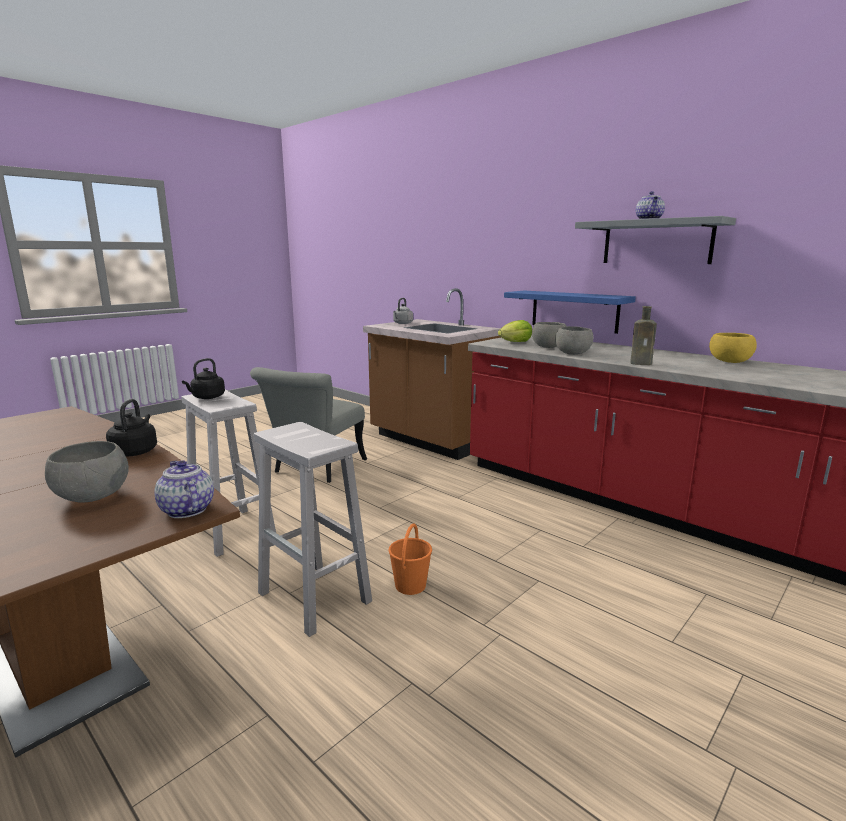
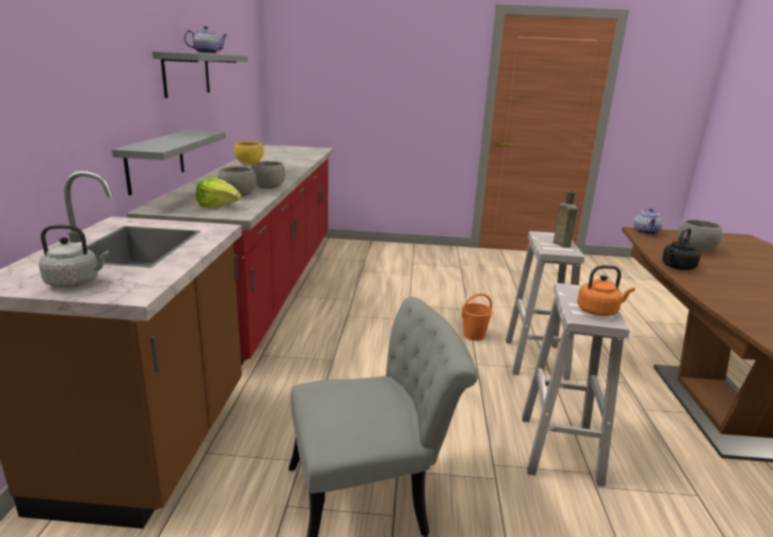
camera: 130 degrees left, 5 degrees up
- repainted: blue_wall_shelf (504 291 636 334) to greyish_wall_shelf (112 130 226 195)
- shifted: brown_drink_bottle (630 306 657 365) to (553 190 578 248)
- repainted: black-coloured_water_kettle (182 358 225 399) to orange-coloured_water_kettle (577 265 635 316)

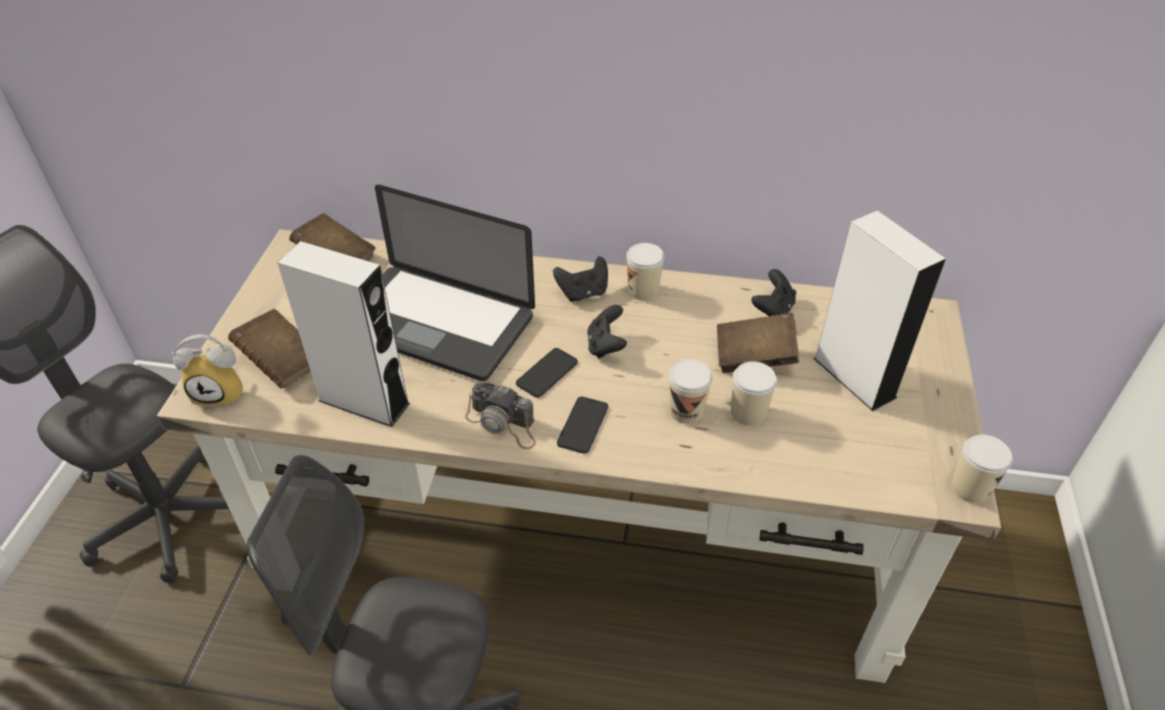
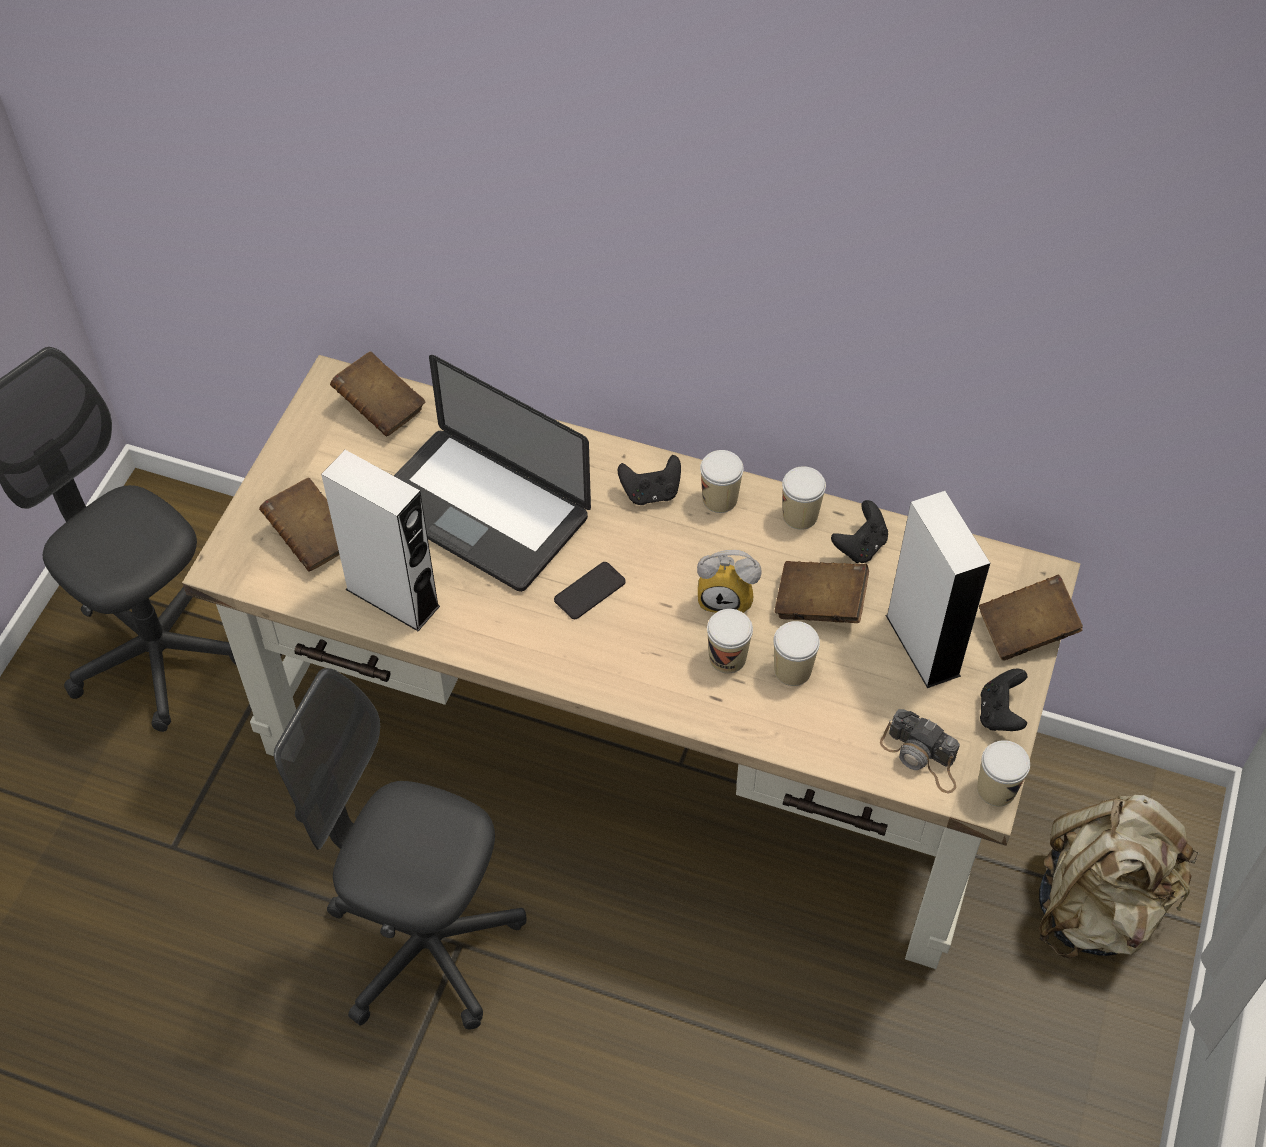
camera: 10 degrees right, 10 degrees up
- shifted: black-coloured_game_controller (587 305 627 358) to (980 669 1027 731)
- shifted: table_clock (172 334 244 406) to (697 550 761 613)
- shifted: photo_camera (465 382 536 449) to (880 709 960 793)
- gone: handset (557 397 608 454)
- new: drinking_cup (782 466 826 530)
- new: brown_volume (979 574 1083 661)
- new: beige_knapsack (1039 795 1199 958)

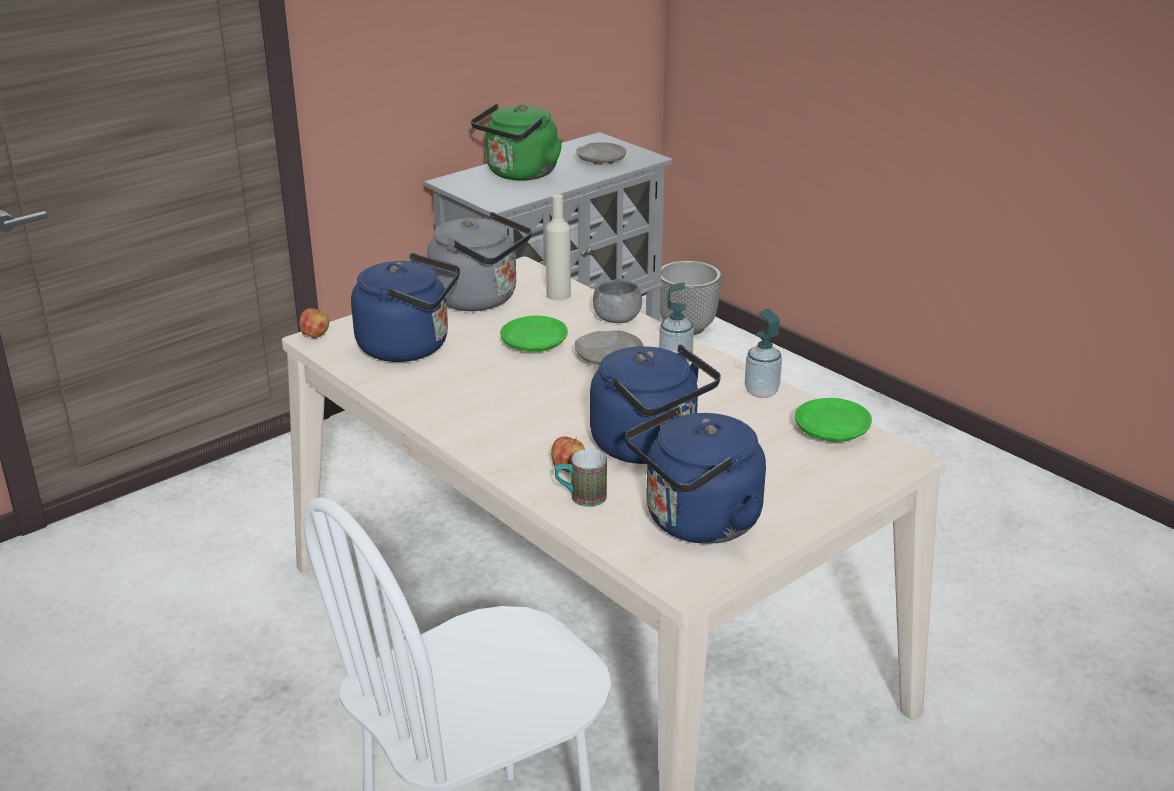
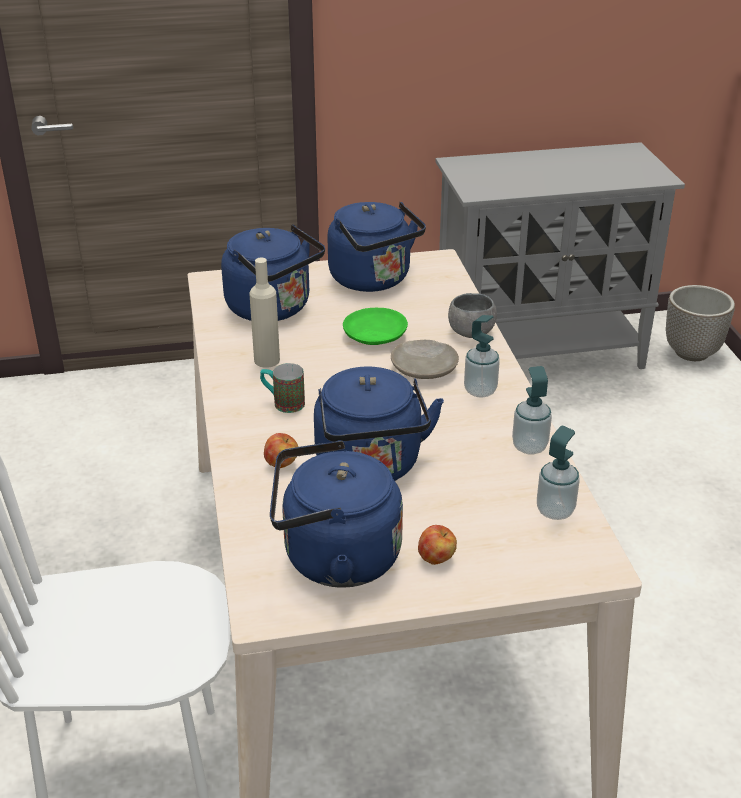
camera: 30 degrees right, 5 degrees up
- gone: green-coloured_water_kettle (471 103 563 181)
- gone: beige_flat_dish (576 142 626 165)
- shifted: beige_drink_bottle (546 194 571 301) to (249 258 280 368)
- repainted: greyish_water_kettle (427 212 532 311) to blue_water_kettle (327 202 426 292)
- shifted: whole_apple (299 308 329 338) to (418 525 457 565)
- swapped: green-coloured_flat_dish (795 398 872 442) to liquid_soap_bottle (537 426 580 520)
- shifted: mug (555 449 607 507) to (260 363 305 413)

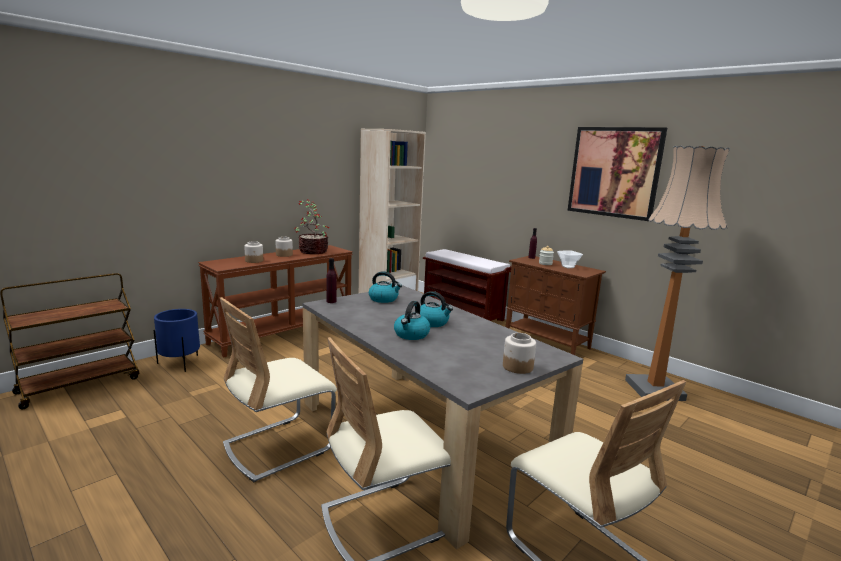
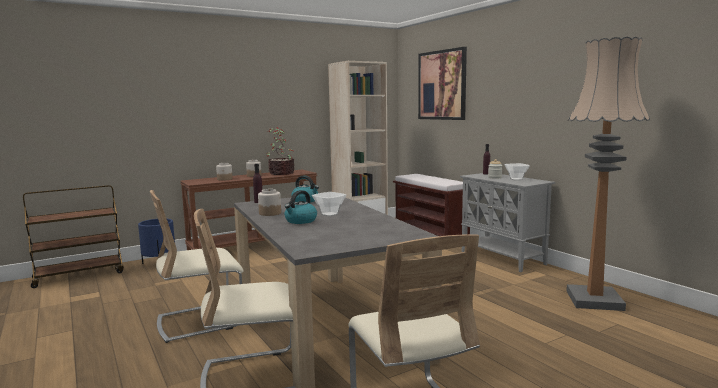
camera: 15 degrees right, 5 degrees down
- shifted: picture (567 127 667 221) to (418 47 467 120)
- repainted: brown_cupboard (506 256 606 355) to greyish_cupboard (460 173 555 272)
- swapped: water_kettle (420 291 453 327) to bowl (312 192 346 217)
- shifted: jar (503 333 536 374) to (258 189 281 216)

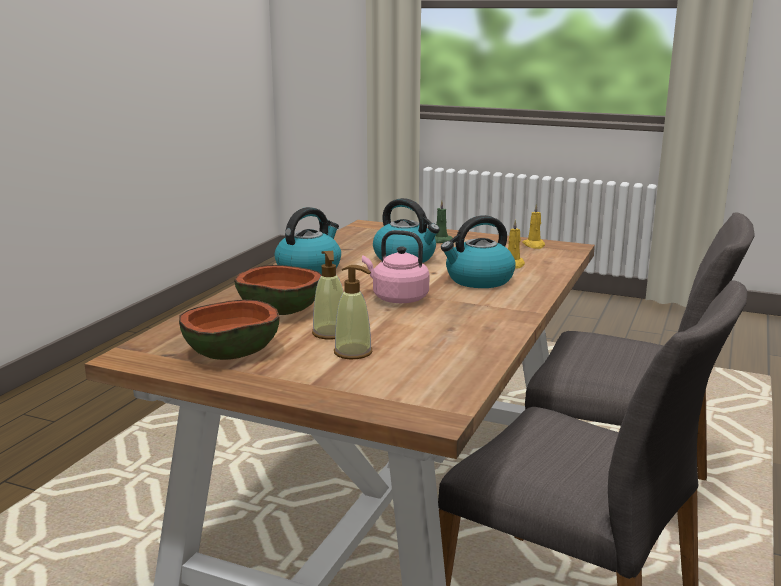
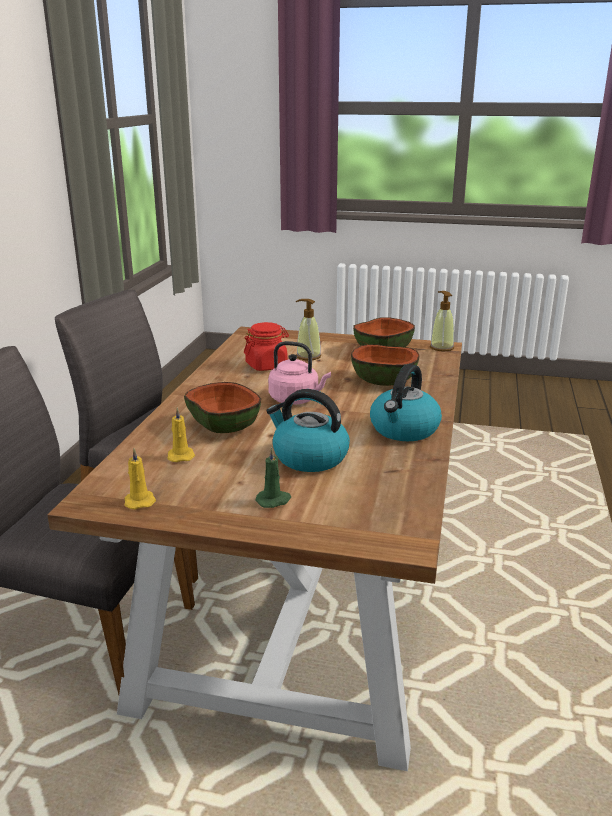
camera: 170 degrees right, 5 degrees up
- swapped: water_kettle (441 215 516 288) to bowl (184 382 261 433)
- shifted: liquid_soap_bottle (312 251 343 340) to (430 291 454 352)
- new: red_jar (244 322 289 371)

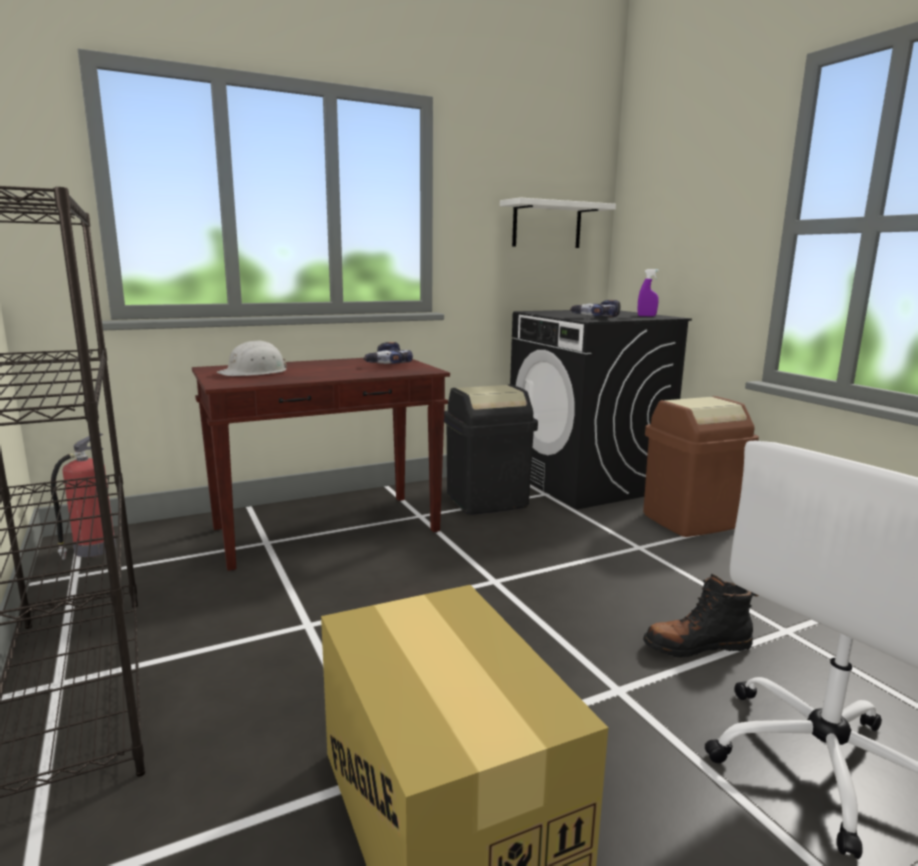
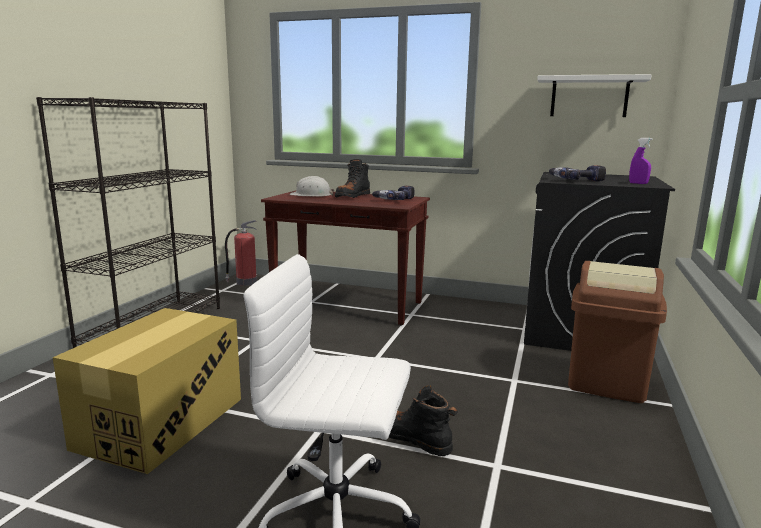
camera: 45 degrees right, 0 degrees up
- gone: black-coloured_rubbish_bin (444 385 538 515)
- new: black-coloured_high-top_boot (335 159 370 198)

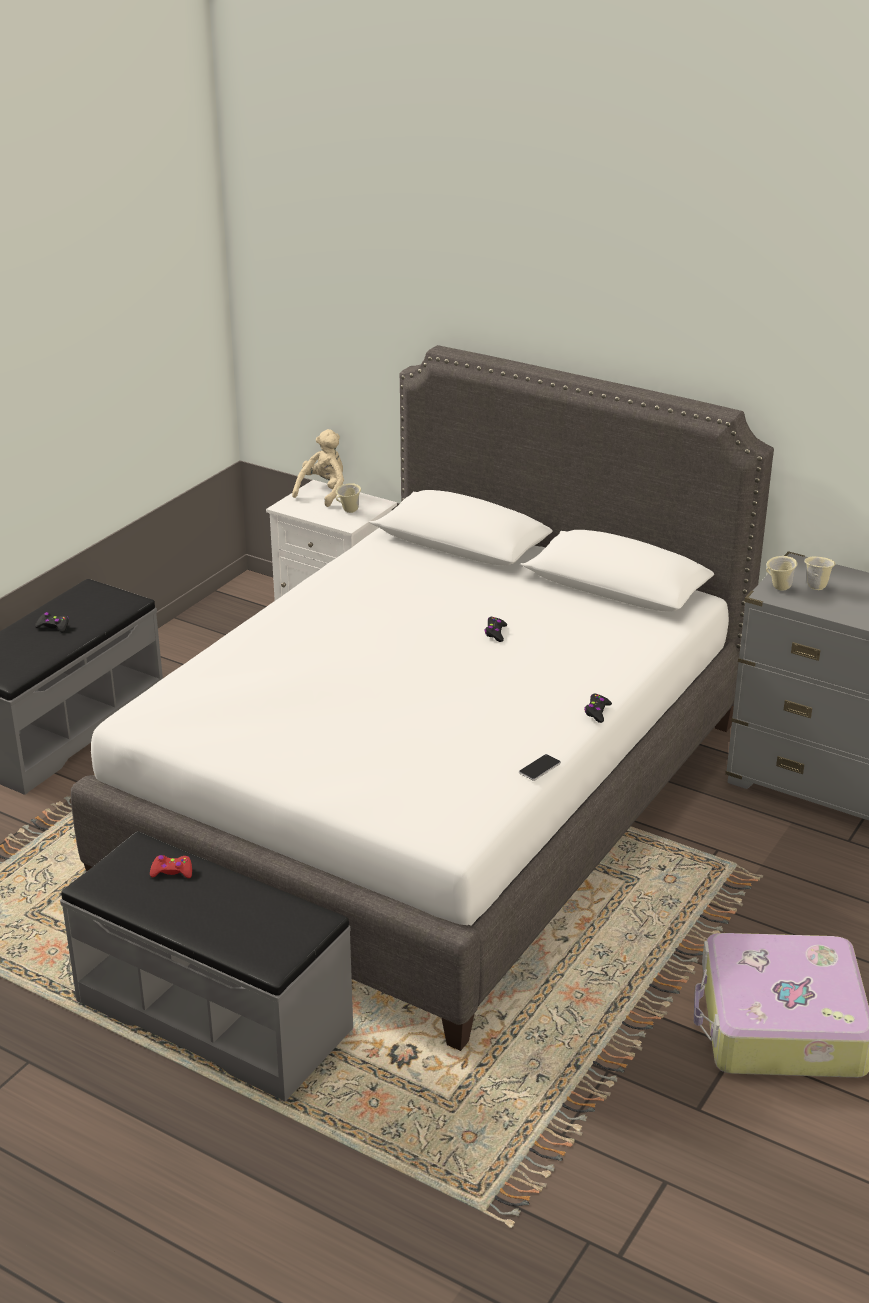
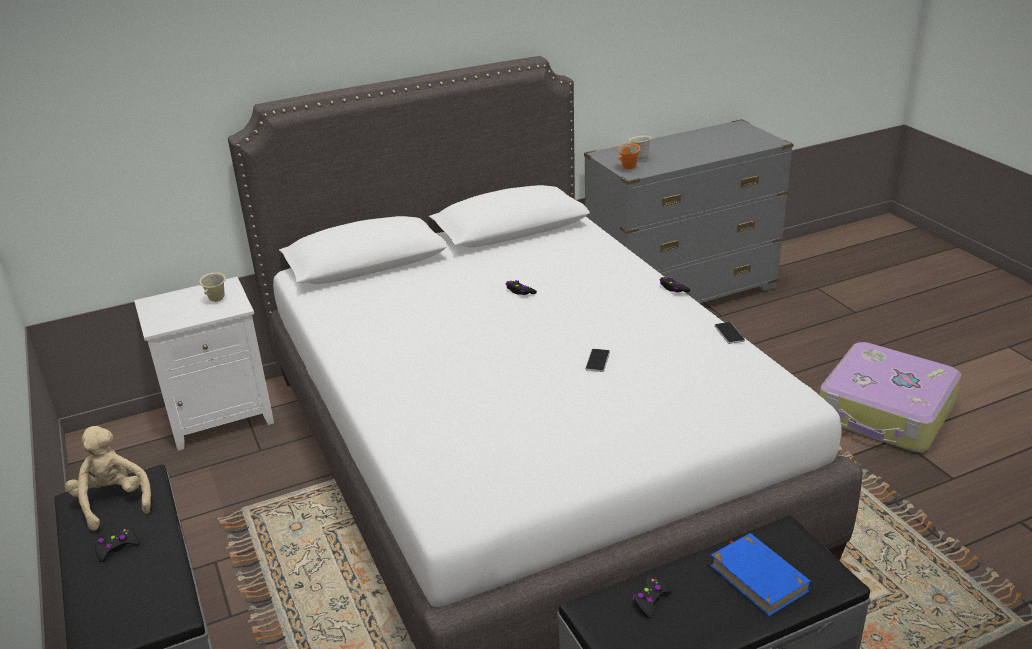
camera: 55 degrees left, 0 degrees up
- shifted: beige_plush_toy (292 429 344 507) to (65 426 151 531)
- repainted: beige_mug (766 556 798 591) to orange-coloured_mug (617 143 641 170)
- repainted: red_game_controller (150 855 192 878) to black-coloured_game_controller (633 577 672 618)
- new: handset (585 349 610 372)
- new: blue_volume (710 533 811 616)

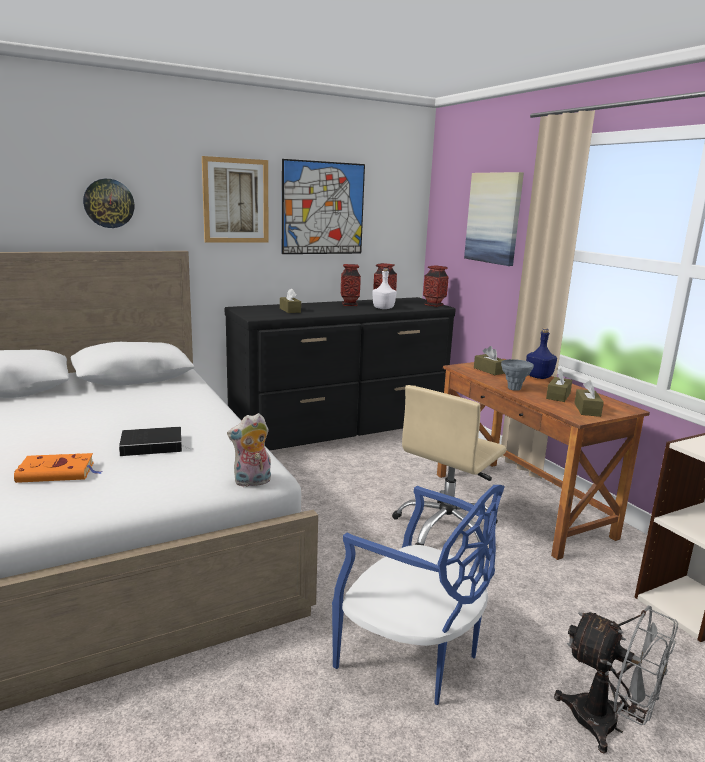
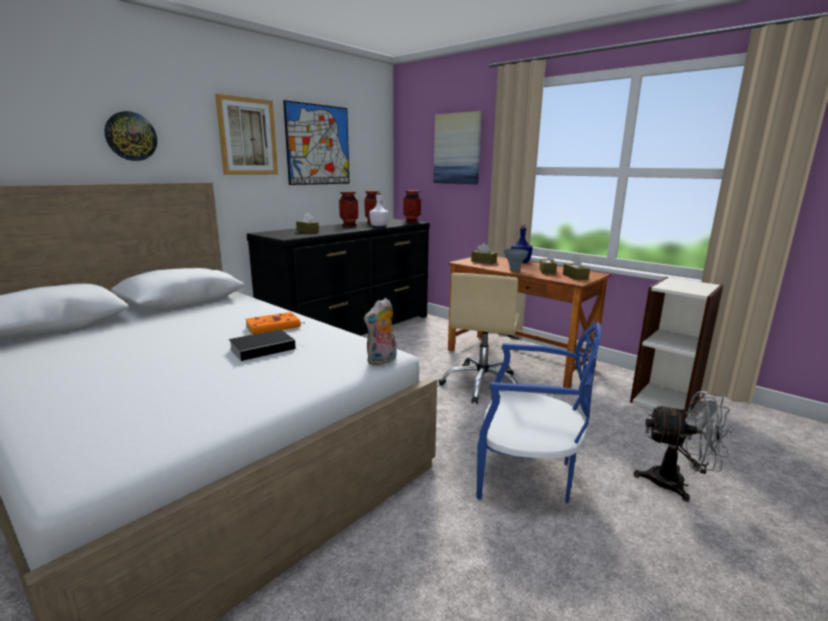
camera: 20 degrees left, 0 degrees up
- shifted: orange-coloured_volume (14 453 103 483) to (245 312 305 334)

